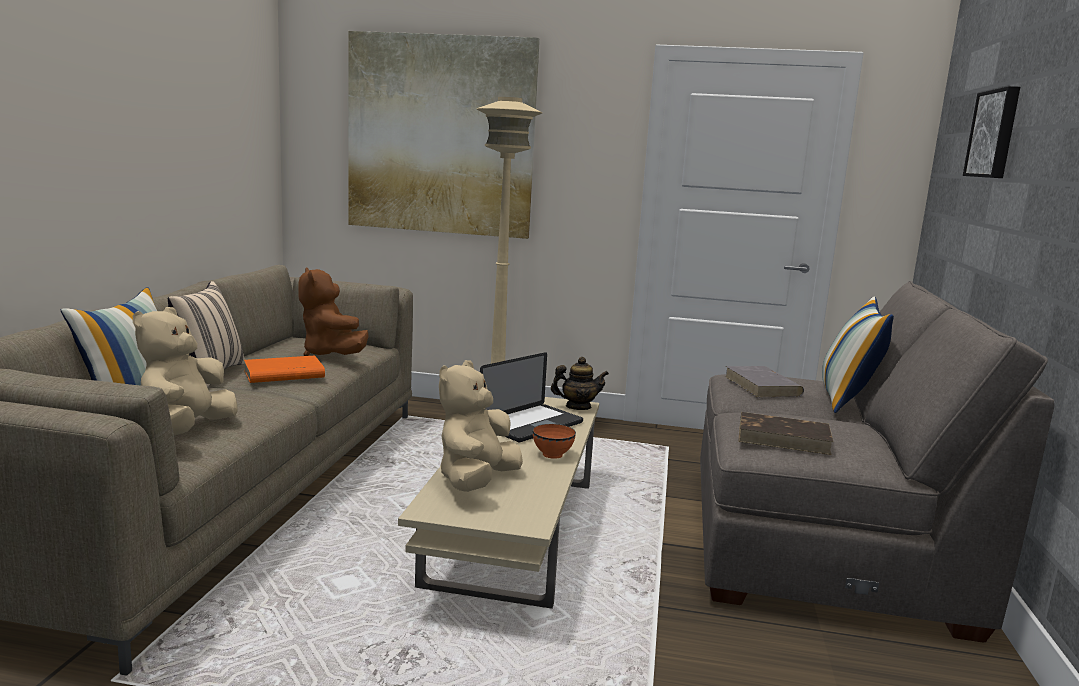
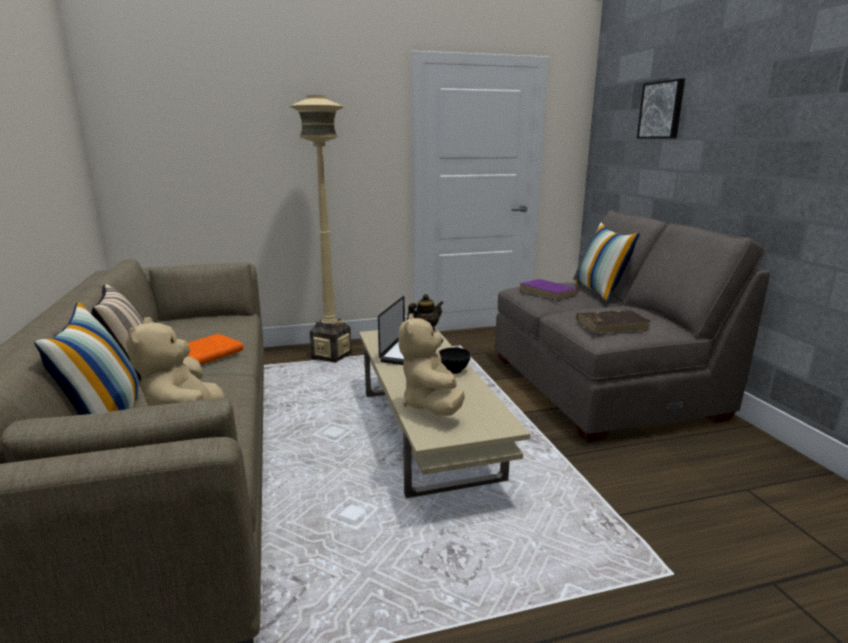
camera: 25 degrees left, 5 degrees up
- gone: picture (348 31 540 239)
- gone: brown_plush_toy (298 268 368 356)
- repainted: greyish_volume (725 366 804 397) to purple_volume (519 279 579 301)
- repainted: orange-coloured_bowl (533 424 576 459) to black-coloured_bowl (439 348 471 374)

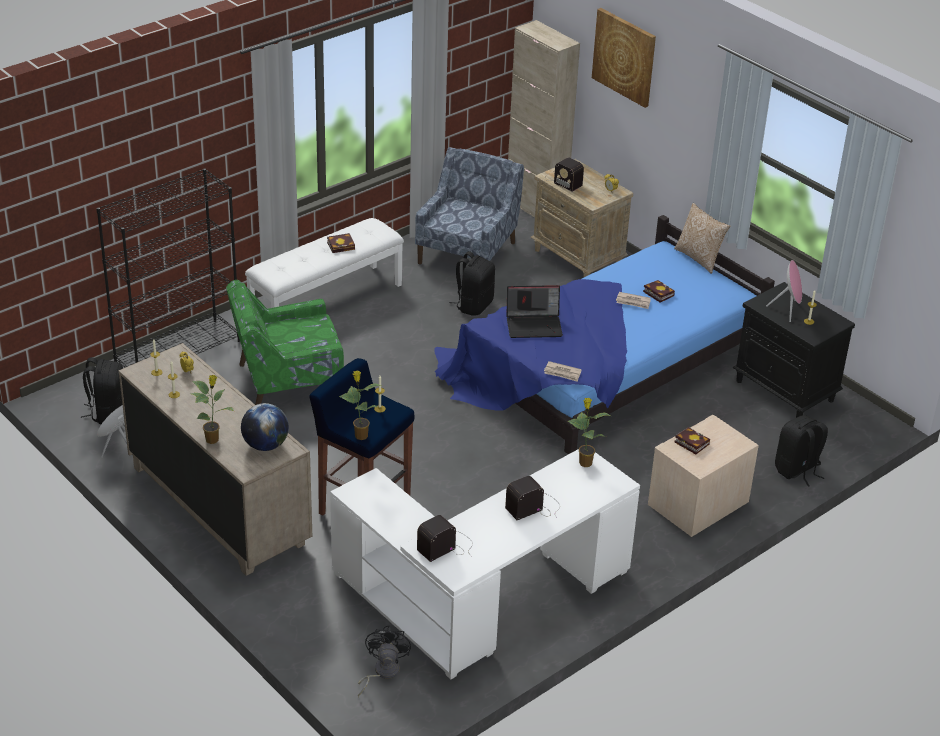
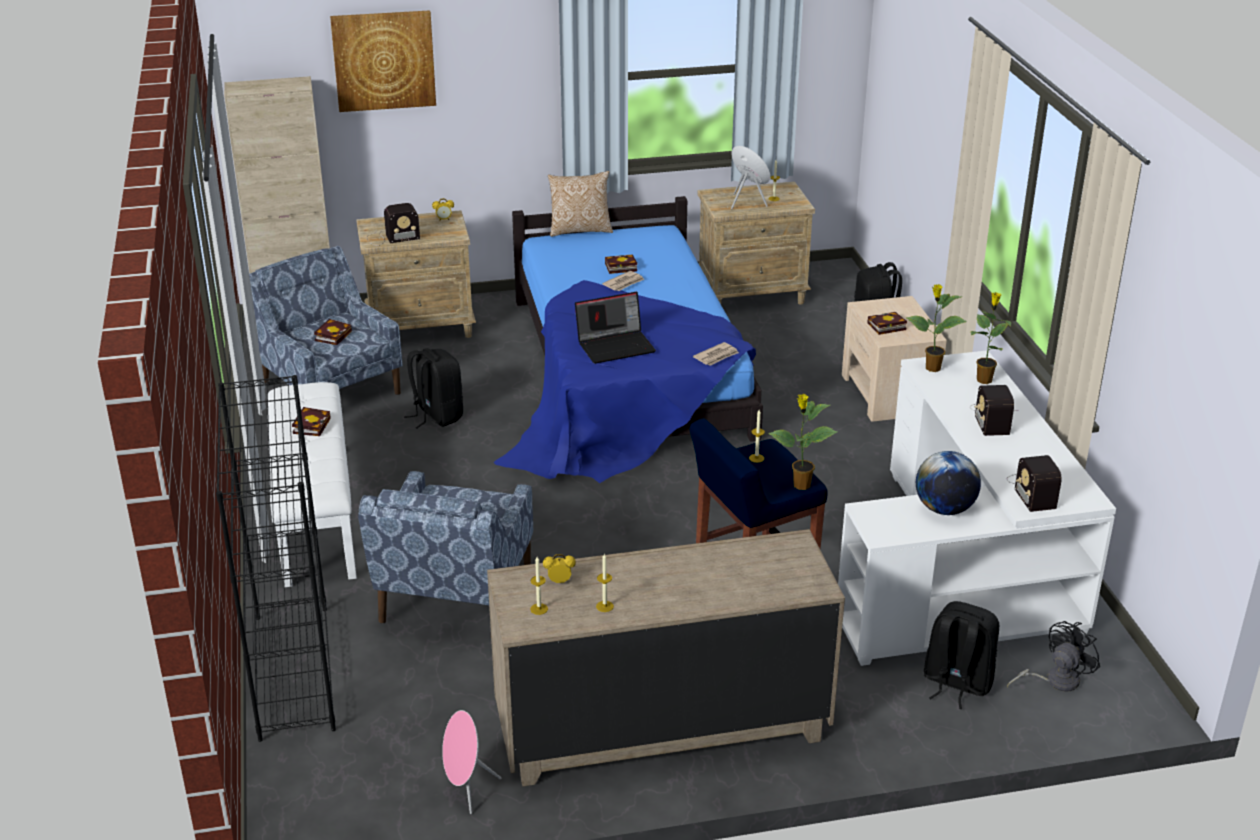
camera: 60 degrees left, 5 degrees down
- repainted: green-coloured_armchair (226 280 344 405) to blue_armchair (358 471 534 624)
- repainted: black-coloured_night_table (732 282 855 418) to beige_night_table (697 182 815 305)
- rotated: notebook_computer (506 285 563 338) = (575 292 656 364) 45 degrees clockwise
- shifted: black-coloured_knapsack (81 357 123 424) to (924 601 999 709)
- shifted: plant_in_a_pot (190 375 234 444) to (971 292 1011 384)
- shifted: world_globe (241 403 289 451) to (916 451 981 515)
- rotated: black-coloured_electric_fan (358 626 411 697) = (1007 621 1100 692) 105 degrees clockwise
- new: volume (314 319 352 345)

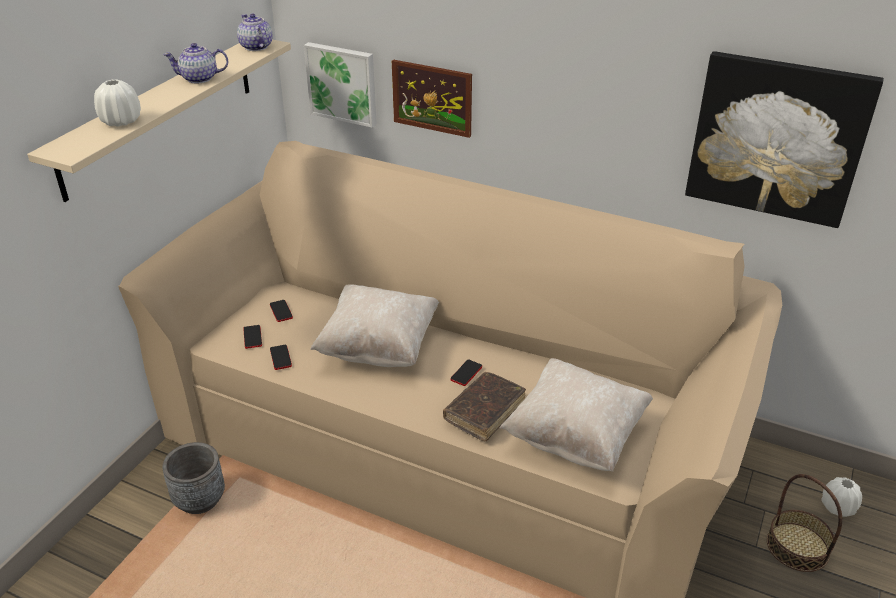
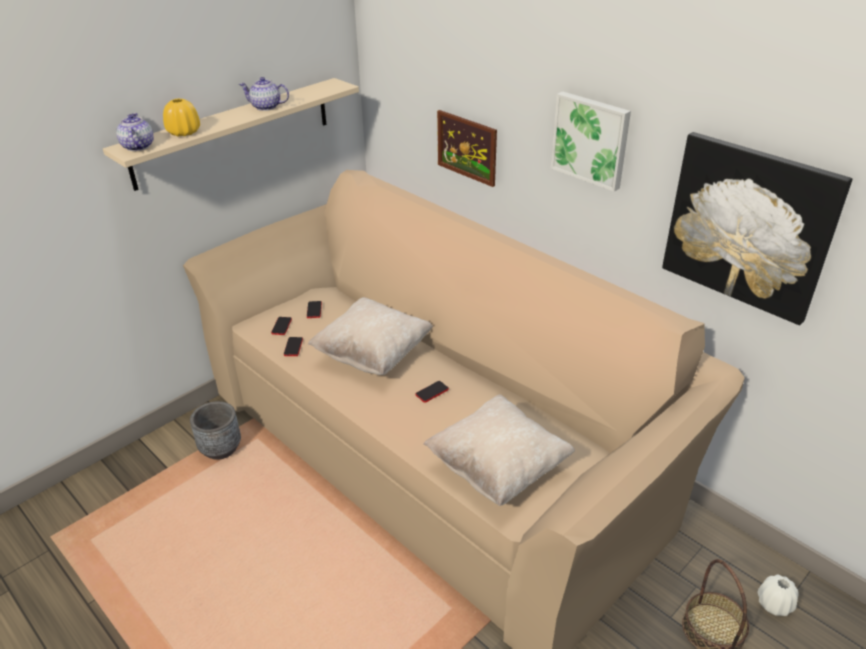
camera: 20 degrees right, 0 degrees up
- shifted: teapot (237 14 273 51) to (116 113 154 151)
- shifted: picture (304 42 377 128) to (551 92 631 192)
- repainted: whitish_flower_vase (94 79 141 127) to yellow-coloured_flower_vase (163 98 200 136)
- gone: brown_volume (443 372 526 441)

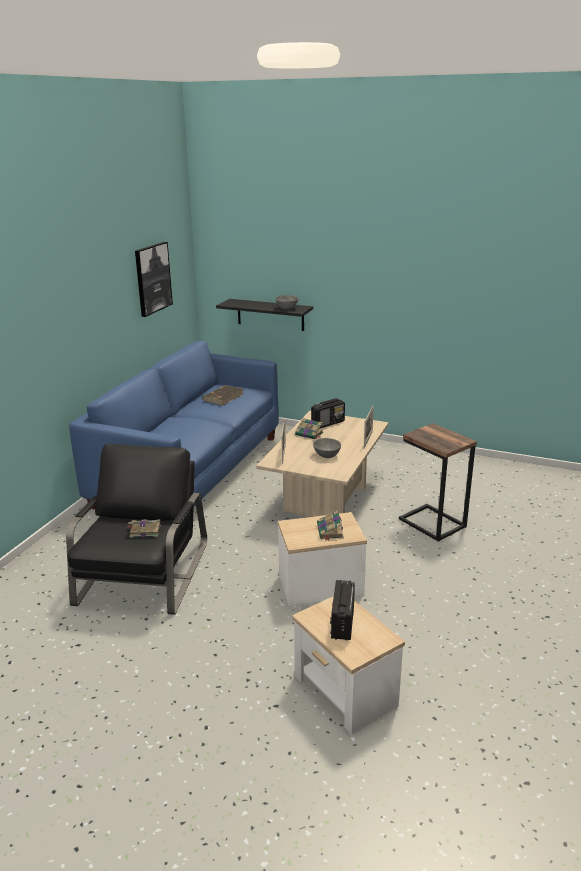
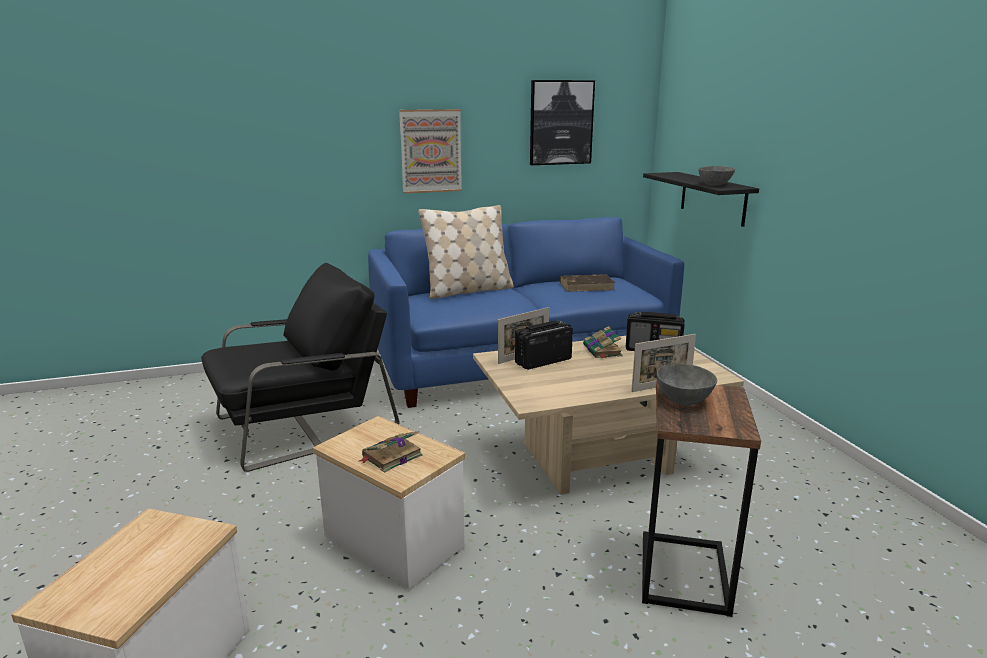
camera: 50 degrees right, 5 degrees down
- shifted: greyish_bowl (313 438 341 458) to (657 364 717 406)
- gone: volume (127 519 161 538)
- shifted: radio_set (330 580 355 640) to (515 321 573 370)
- new: picture (399 109 462 194)
- new: beige_throw_pillow (418 205 513 299)

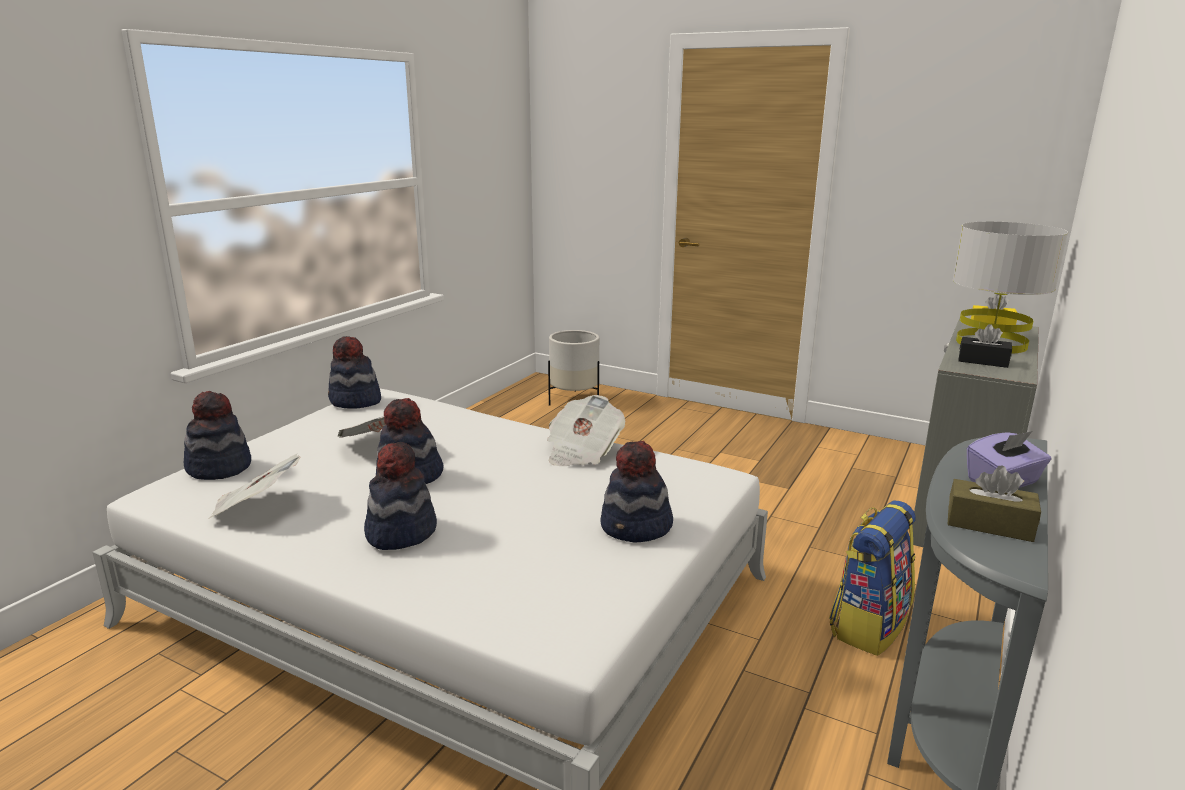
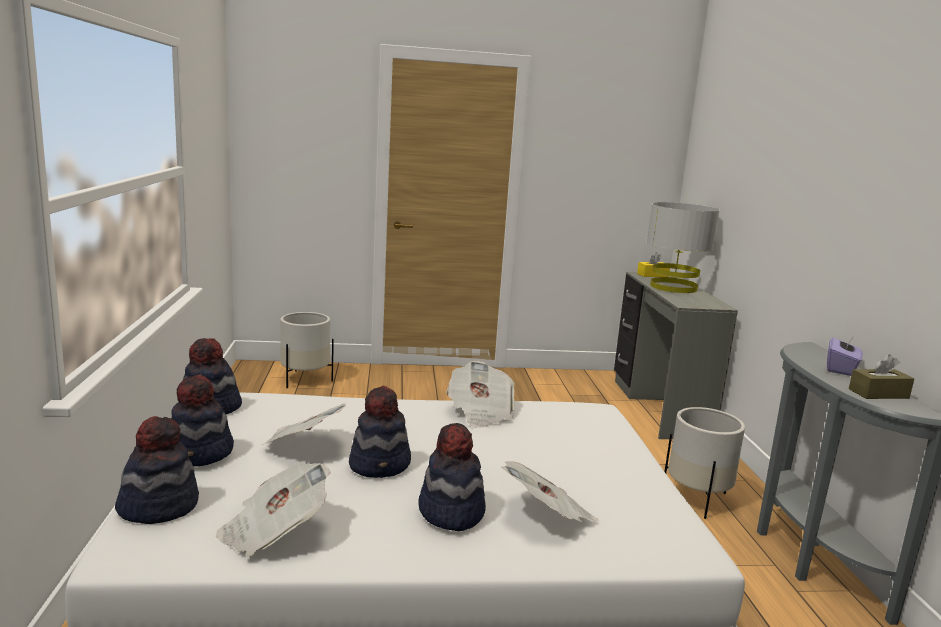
camera: 35 degrees left, 5 degrees down
- gone: black-coloured_box_of_tissues (958 324 1012 368)
- shifted: clothing_hat (600 441 673 543) to (171 374 234 466)
- swapped: knapsack (829 501 916 656) to whitish_flower_pot (665 407 745 519)
- new: newspaper (502 461 599 522)

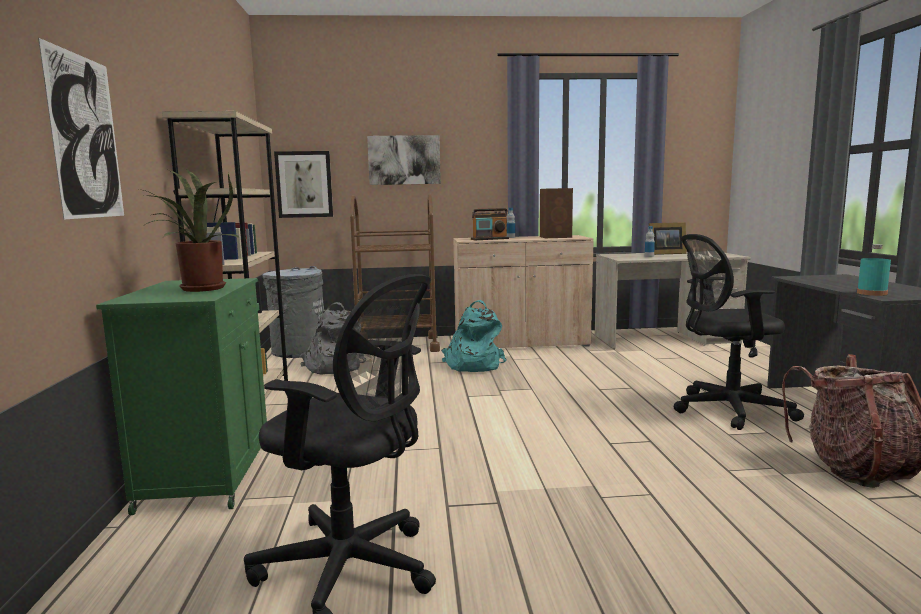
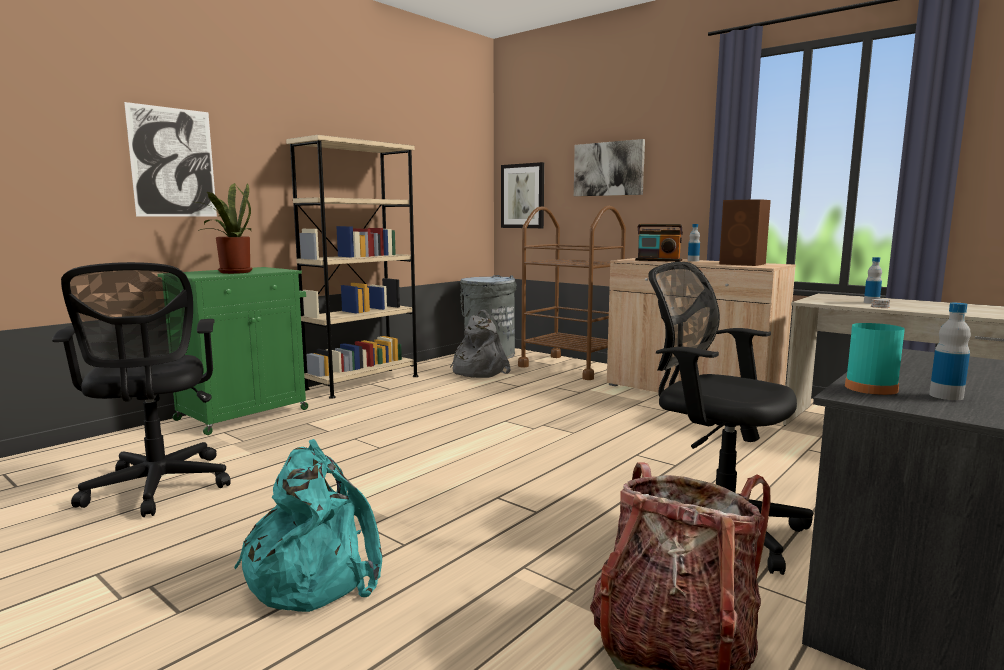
camera: 45 degrees right, 0 degrees up
- gone: picture_frame (649 222 687 255)
- shifted: turquoise-coloured_knapsack (441 300 507 372) to (234 439 382 612)
- new: drink_bottle (929 303 971 400)

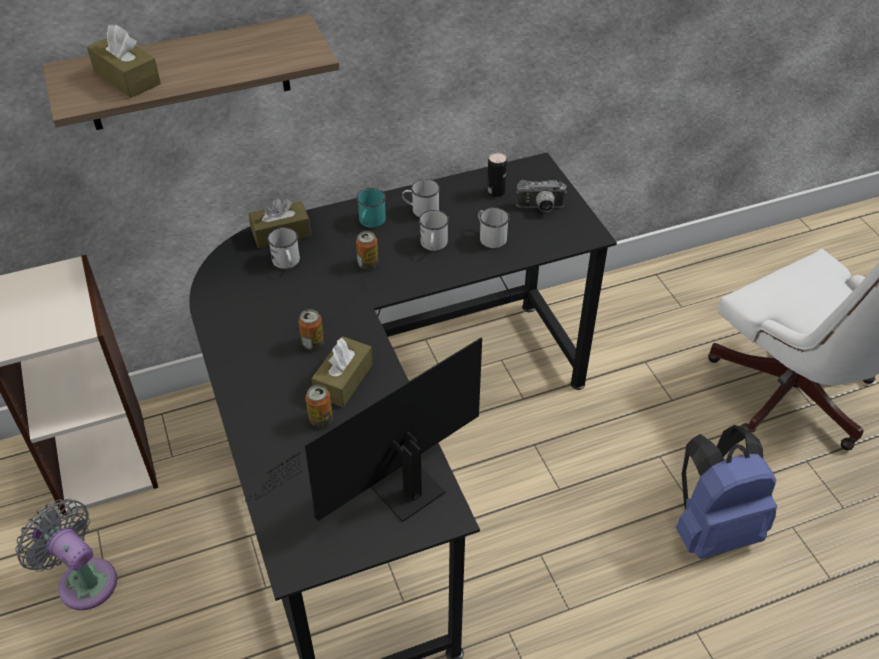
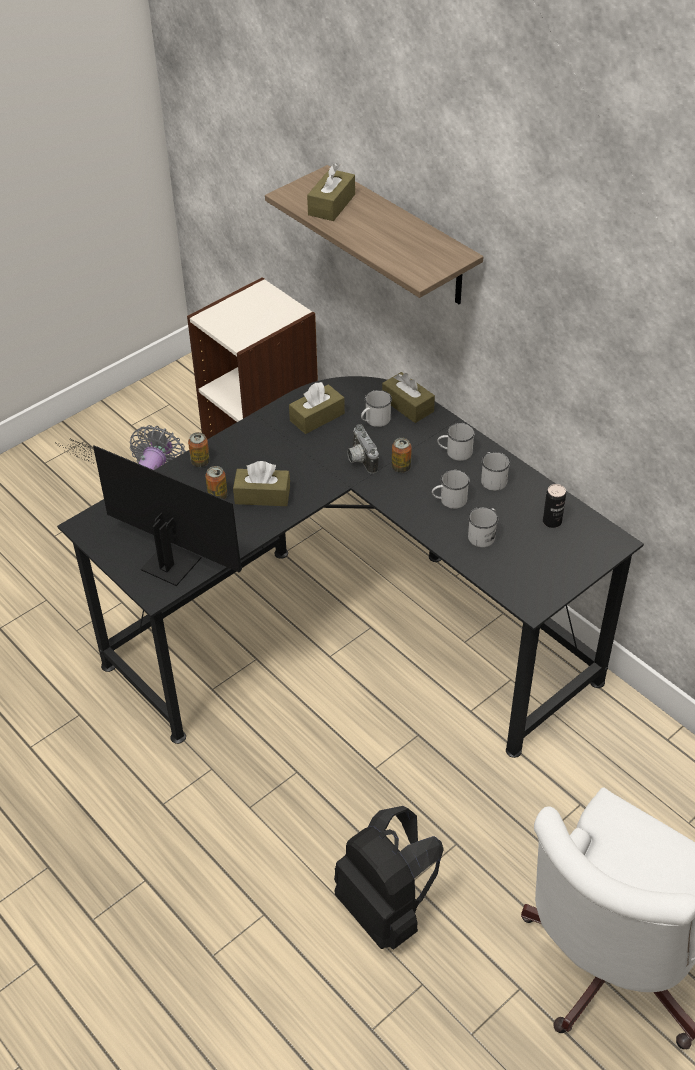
camera: 70 degrees right, 0 degrees up
- shifted: photo_camera (516 180 567 212) to (347 424 379 474)
- repainted: turquoise-coloured_mug (356 188 386 228) to whitish_mug (438 423 475 461)
- shifted: metal_can (298 309 324 350) to (188 432 210 467)
- repainted: blue_knapsack (676 425 777 559) to black-coloured_knapsack (334 806 444 950)
- new: brown_box_of_tissues (289 382 345 434)

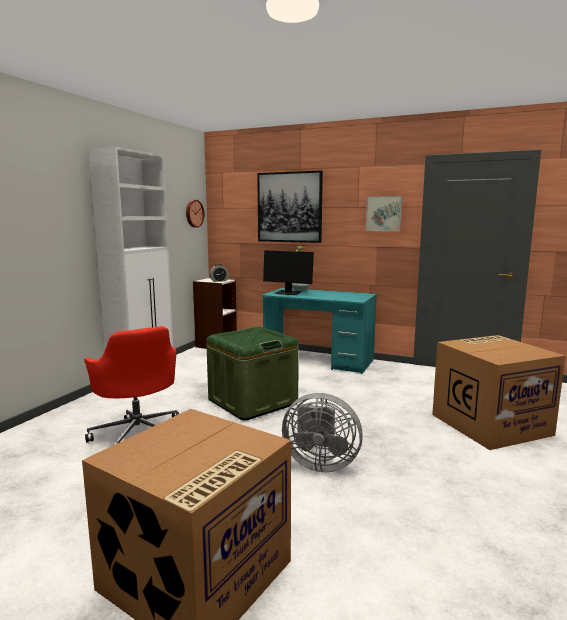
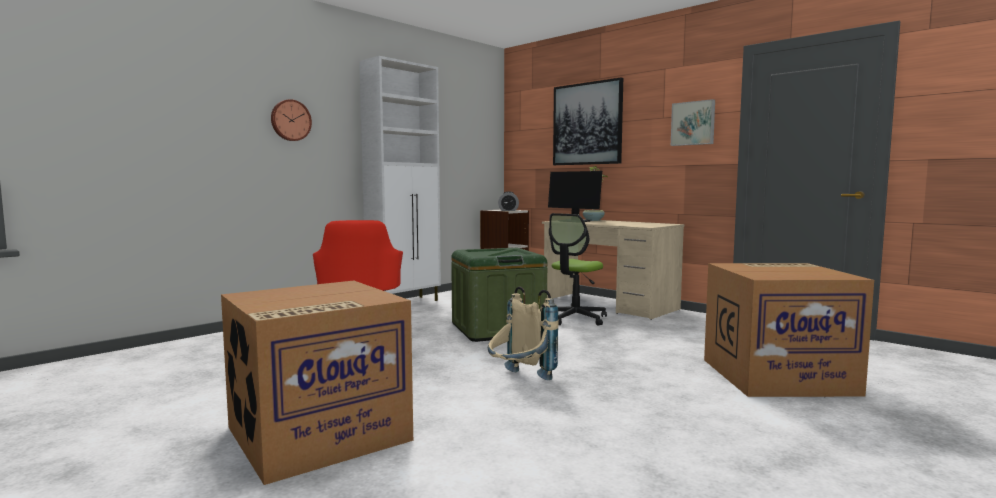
camera: 20 degrees right, 5 degrees down
- shifted: wall_clock (186 200 204 227) to (271 99 312 141)
- repainted: turquoise-coloured_desk_unit (261 288 377 374) to beige_desk_unit (542 219 685 320)
- swapped: greyish_electric_fan (282 393 363 472) to beige_knapsack (488 287 559 380)
- new: desk_chair (549 213 607 326)

